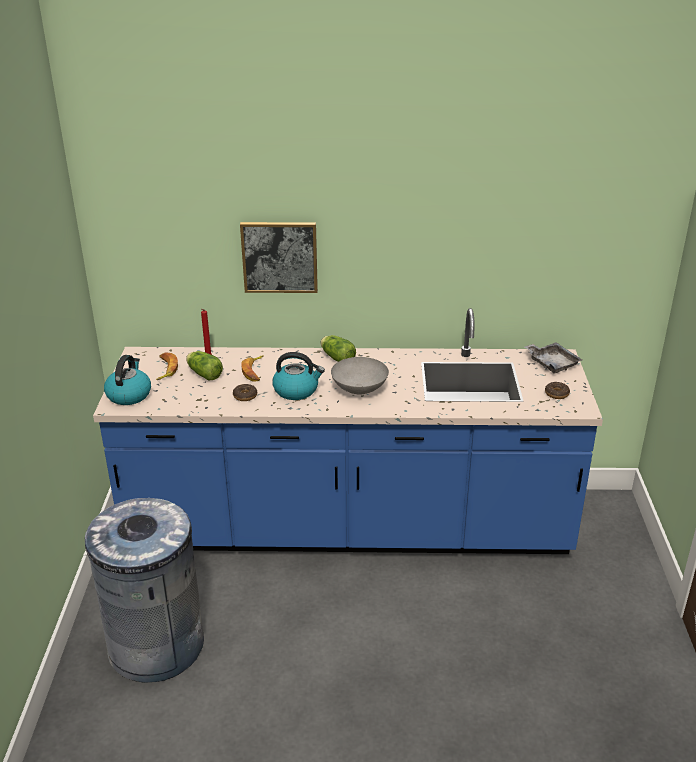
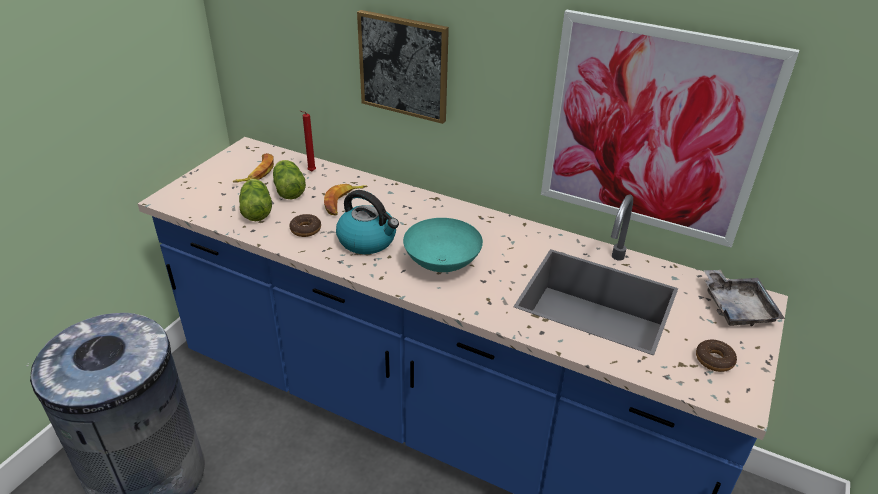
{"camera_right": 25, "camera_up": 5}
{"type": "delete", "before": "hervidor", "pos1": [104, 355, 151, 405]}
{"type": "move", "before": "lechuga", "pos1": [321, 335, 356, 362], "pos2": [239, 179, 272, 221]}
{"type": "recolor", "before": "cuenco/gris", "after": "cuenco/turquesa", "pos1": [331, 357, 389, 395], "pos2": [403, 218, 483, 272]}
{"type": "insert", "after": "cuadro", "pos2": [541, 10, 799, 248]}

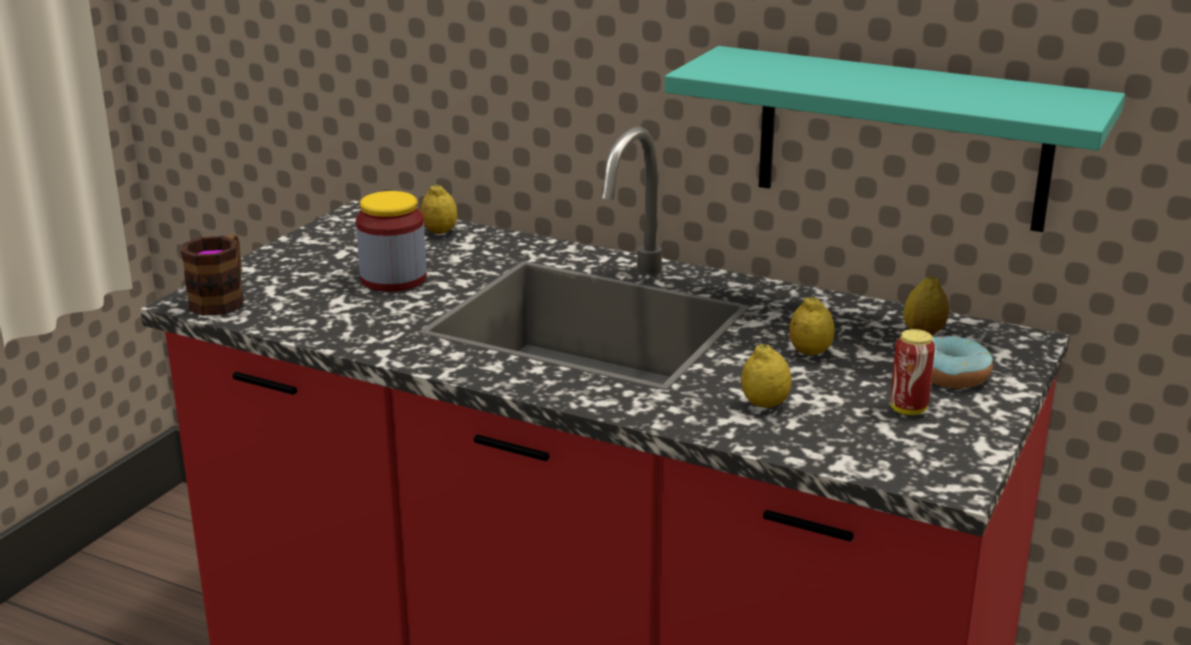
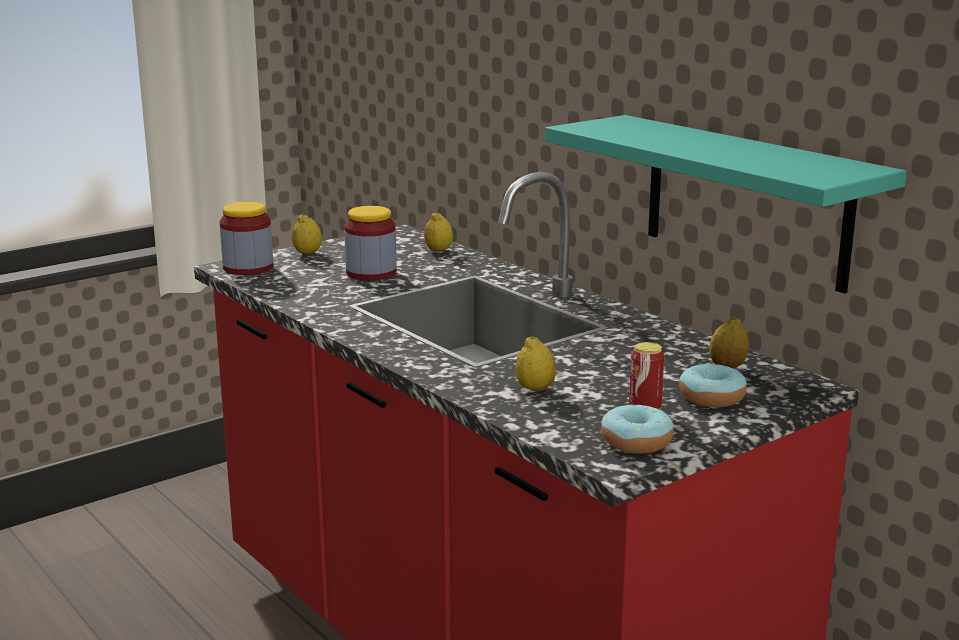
{"camera_right": 25, "camera_up": -5}
{"type": "replace", "before": "taza grande", "after": "tarro", "pos1": [181, 234, 244, 316], "pos2": [220, 202, 273, 275]}
{"type": "move", "before": "limón", "pos1": [789, 297, 835, 356], "pos2": [292, 214, 322, 254]}
{"type": "insert", "after": "rosquilla", "pos2": [601, 404, 674, 453]}

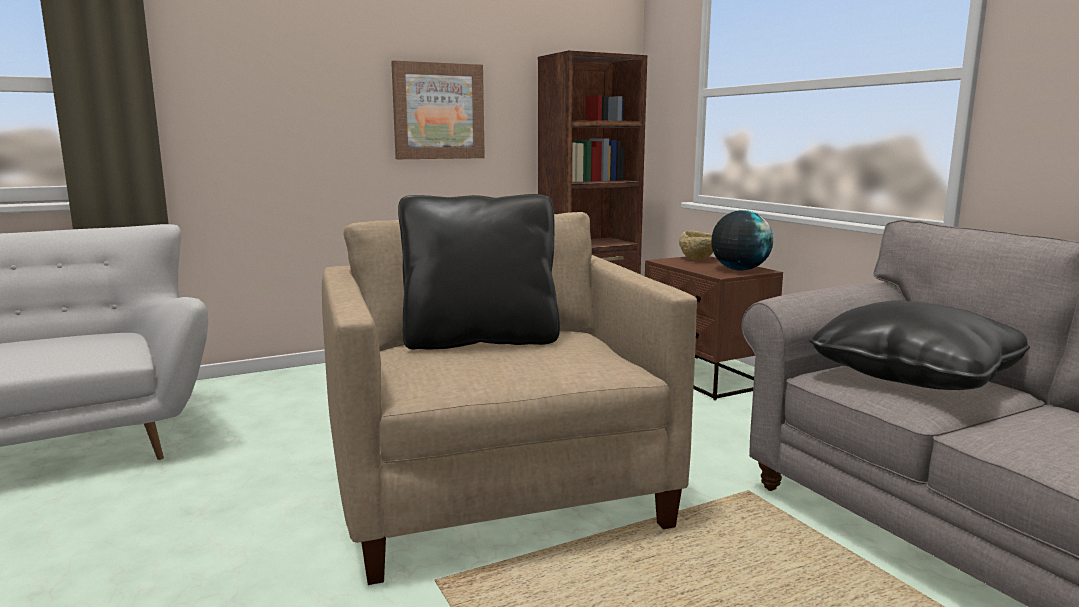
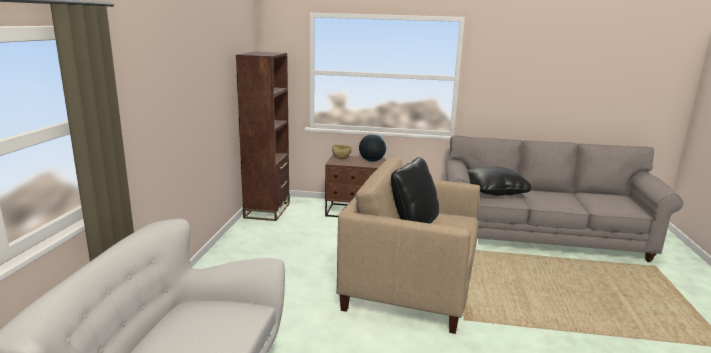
{"camera_right": -55, "camera_up": 5}
{"type": "delete", "before": "cuadro", "pos1": [391, 60, 485, 159]}

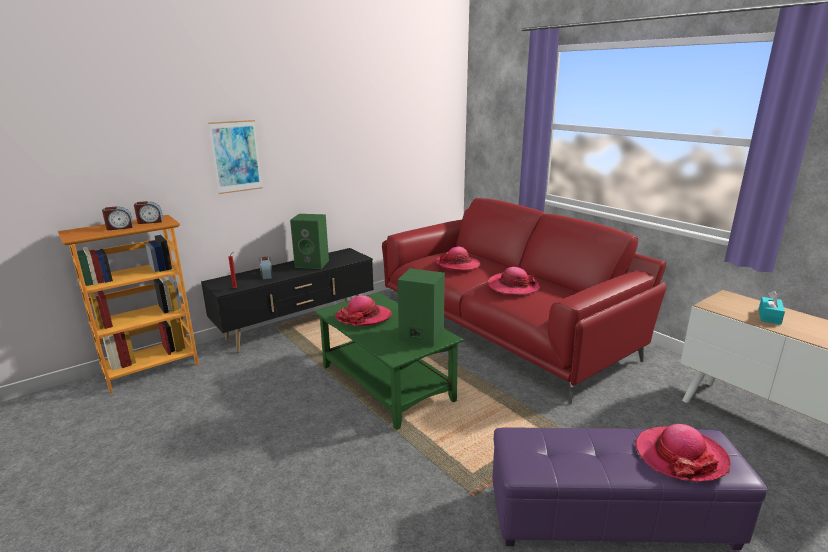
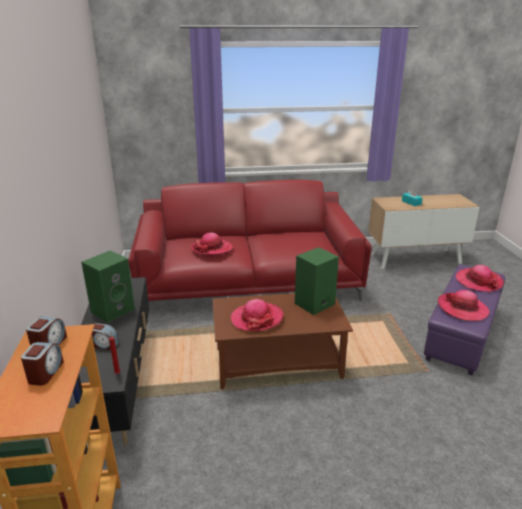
{"camera_right": -60, "camera_up": 5}
{"type": "delete", "before": "cuadro", "pos1": [208, 120, 263, 194]}
{"type": "recolor", "before": "mesa de centro/verde", "after": "mesa de centro/marrón", "pos1": [314, 292, 464, 430], "pos2": [212, 293, 353, 389]}
{"type": "move", "before": "sombrero", "pos1": [487, 267, 540, 295], "pos2": [438, 290, 490, 321]}

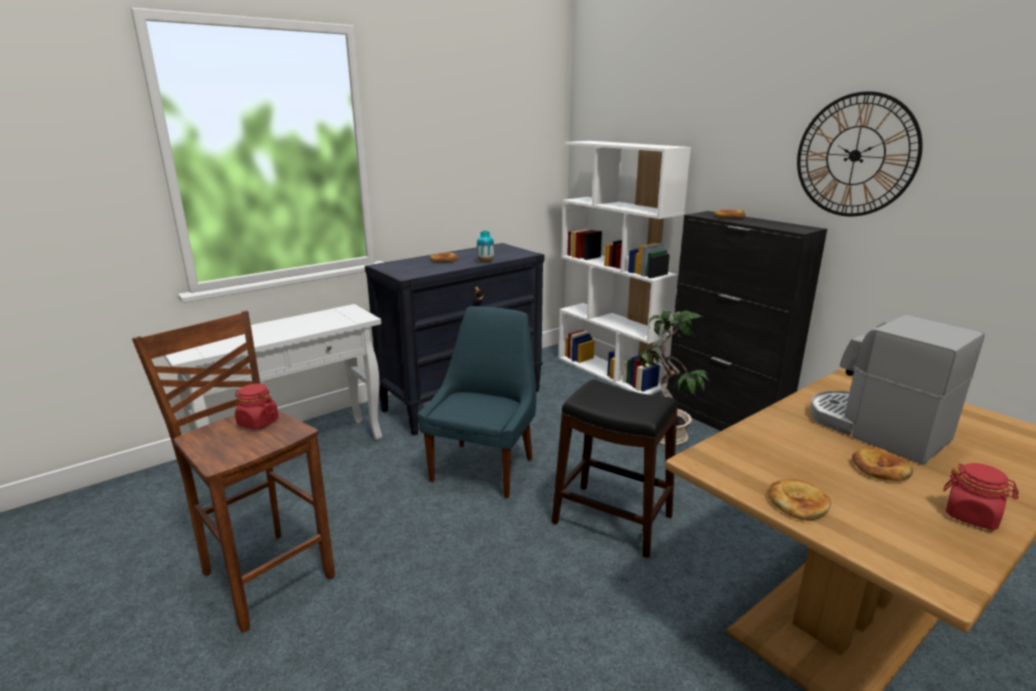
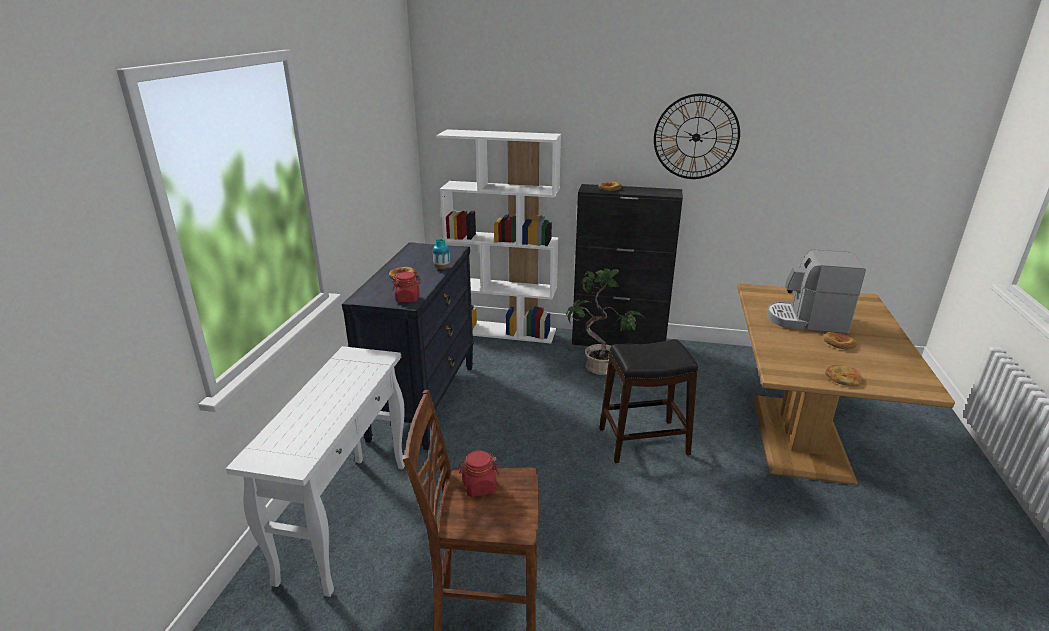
{"camera_right": -40, "camera_up": 5}
{"type": "delete", "before": "silla/azul", "pos1": [417, 306, 536, 498]}
{"type": "move", "before": "tarro/rojo", "pos1": [943, 463, 1019, 530], "pos2": [392, 272, 421, 302]}

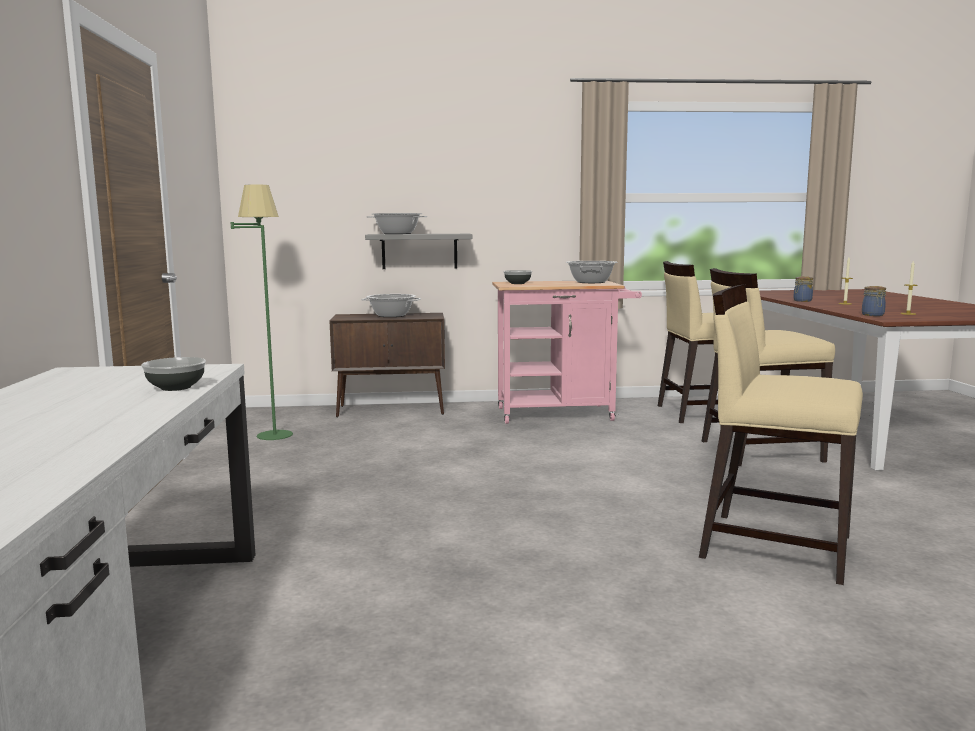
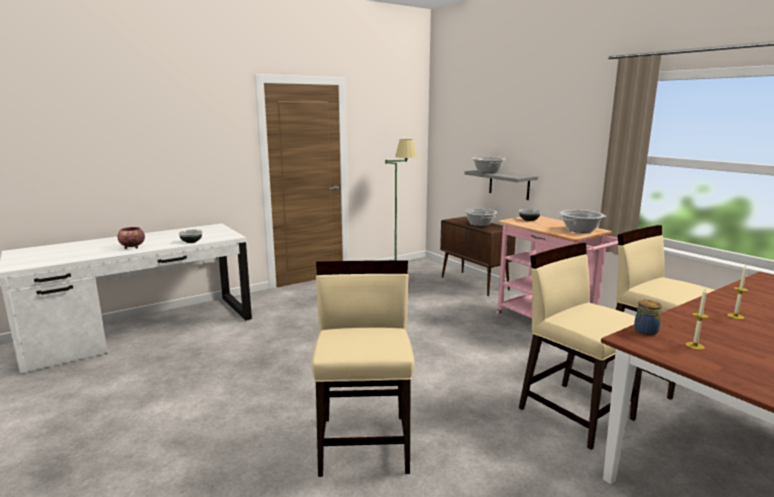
{"camera_right": 60, "camera_up": 5}
{"type": "delete", "before": "tarro", "pos1": [793, 276, 813, 302]}
{"type": "insert", "after": "cuenco", "pos2": [118, 227, 145, 249]}

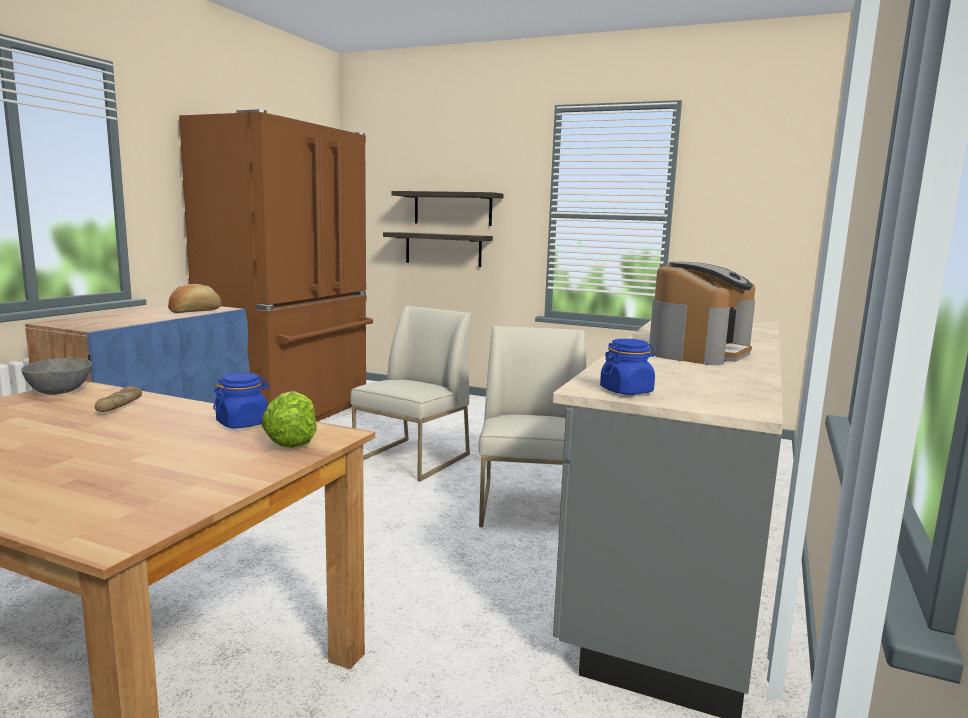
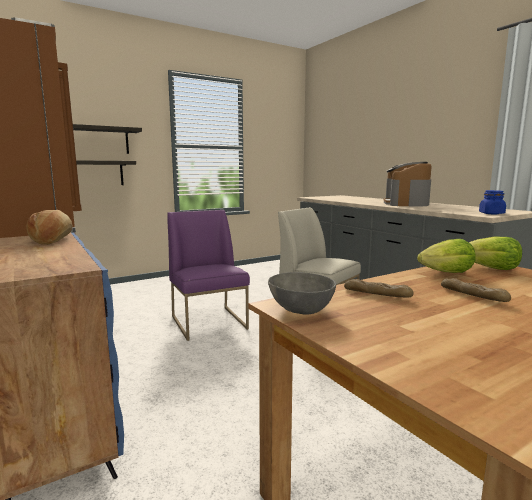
{"camera_right": -55, "camera_up": 0}
{"type": "replace", "before": "tarro/azul", "after": "lechuga", "pos1": [213, 373, 270, 428], "pos2": [417, 239, 476, 273]}
{"type": "recolor", "before": "silla/blanco", "after": "silla/morado", "pos1": [350, 306, 471, 482], "pos2": [167, 210, 250, 341]}
{"type": "rotate", "before": "cafetera", "pos1": [649, 262, 755, 365], "pos2": [383, 162, 432, 207], "turn": -150}
{"type": "insert", "after": "pan", "pos2": [441, 278, 511, 302]}

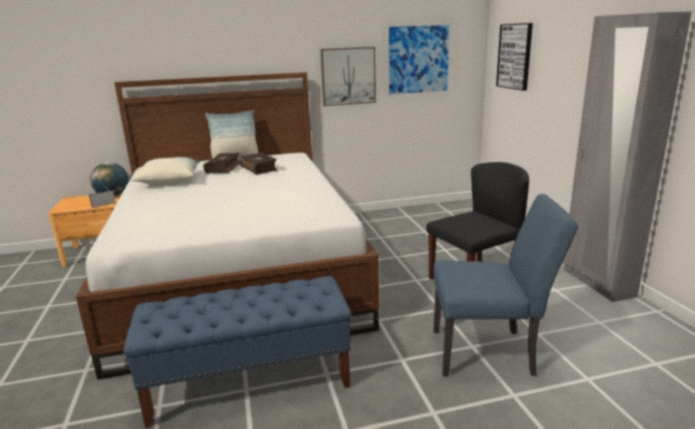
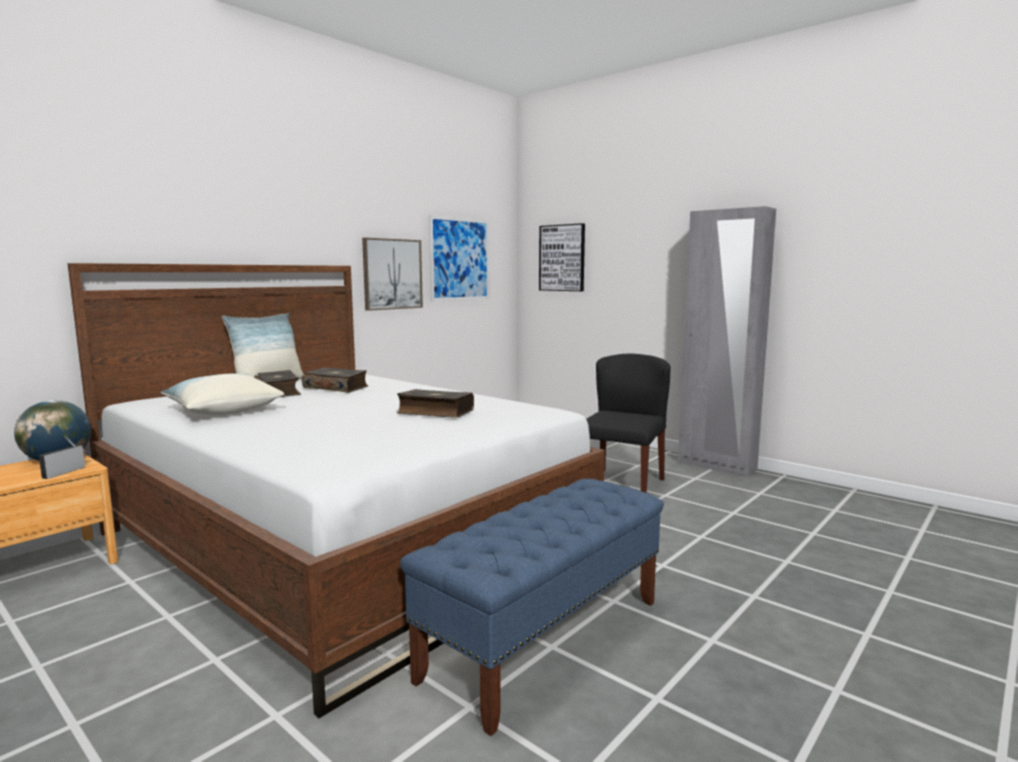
{"camera_right": -35, "camera_up": -10}
{"type": "delete", "before": "silla/azul", "pos1": [433, 194, 578, 377]}
{"type": "insert", "after": "libro", "pos2": [397, 389, 474, 418]}

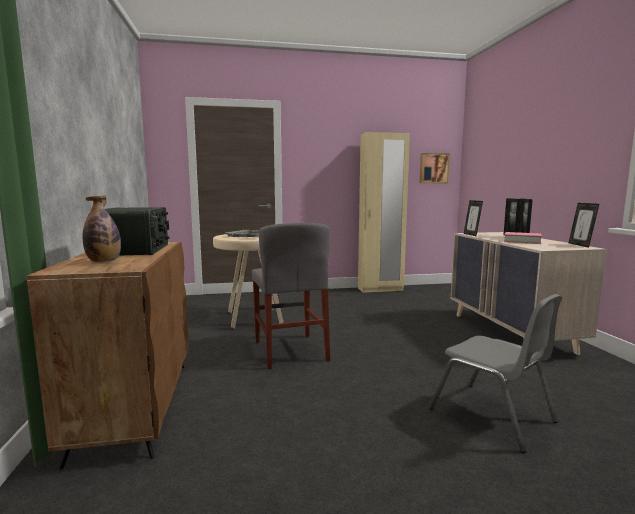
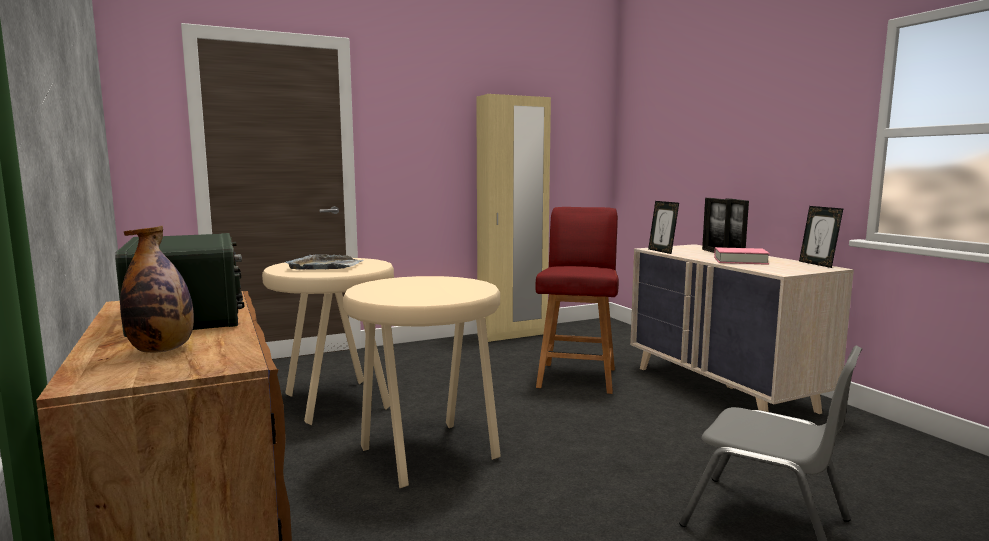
{"camera_right": -15, "camera_up": 0}
{"type": "replace", "before": "silla/gris", "after": "taburete/beis", "pos1": [252, 223, 330, 369], "pos2": [343, 276, 501, 488]}
{"type": "delete", "before": "cuadro", "pos1": [420, 153, 450, 183]}
{"type": "insert", "after": "silla/rojo", "pos2": [535, 207, 619, 394]}

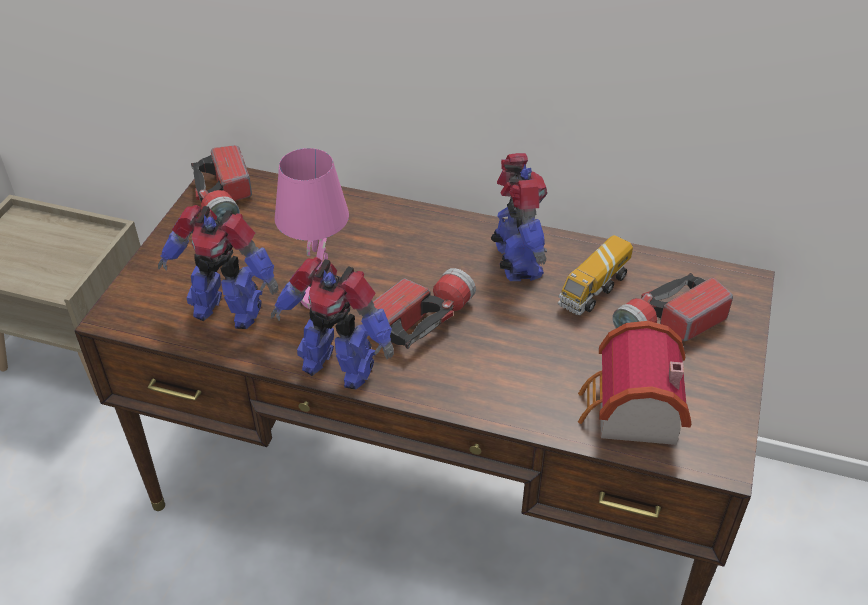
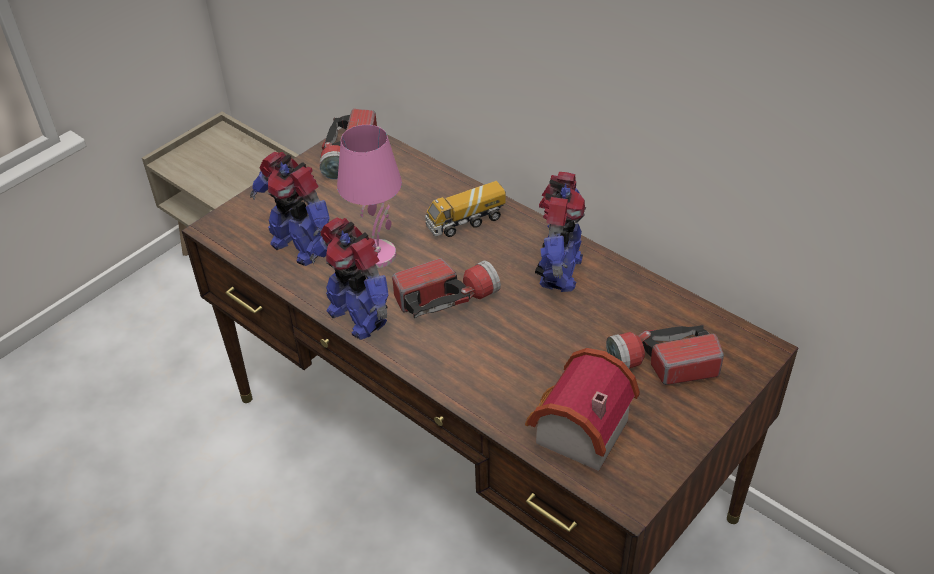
{"camera_right": 25, "camera_up": 0}
{"type": "move", "before": "camión de juguete", "pos1": [558, 235, 633, 316], "pos2": [425, 181, 506, 237]}

